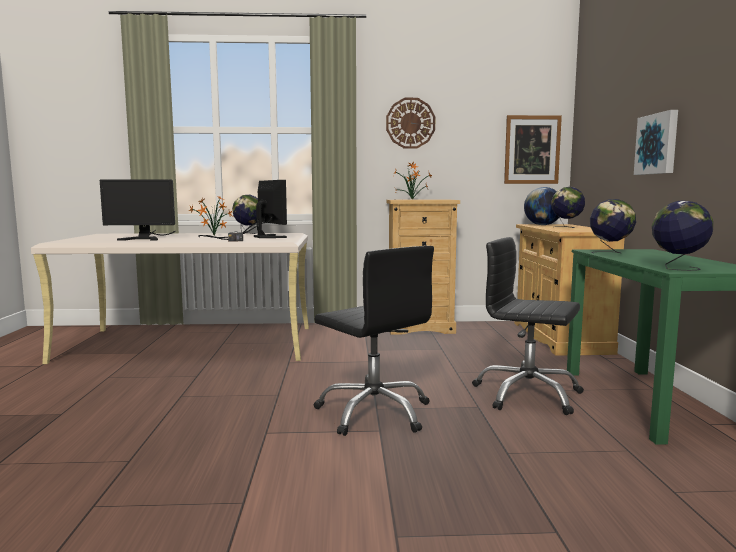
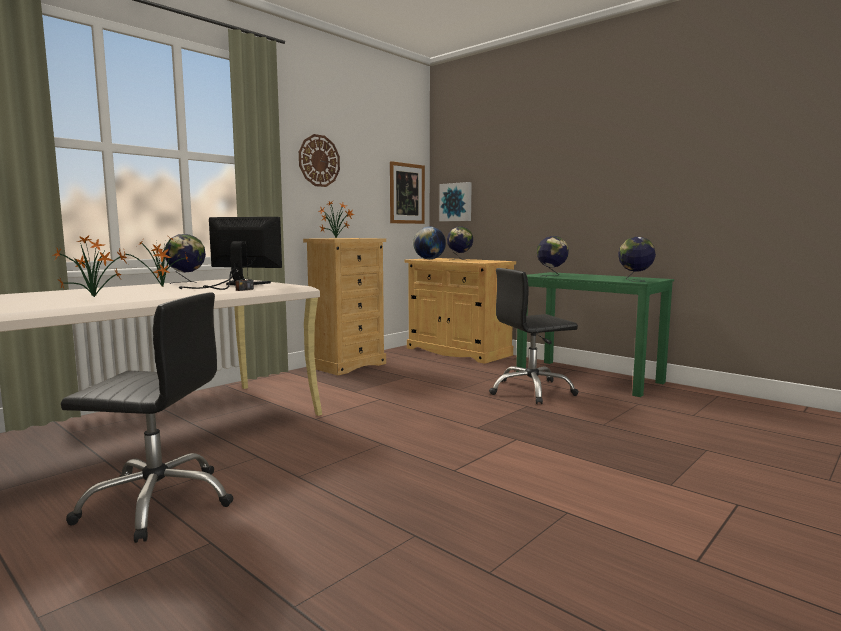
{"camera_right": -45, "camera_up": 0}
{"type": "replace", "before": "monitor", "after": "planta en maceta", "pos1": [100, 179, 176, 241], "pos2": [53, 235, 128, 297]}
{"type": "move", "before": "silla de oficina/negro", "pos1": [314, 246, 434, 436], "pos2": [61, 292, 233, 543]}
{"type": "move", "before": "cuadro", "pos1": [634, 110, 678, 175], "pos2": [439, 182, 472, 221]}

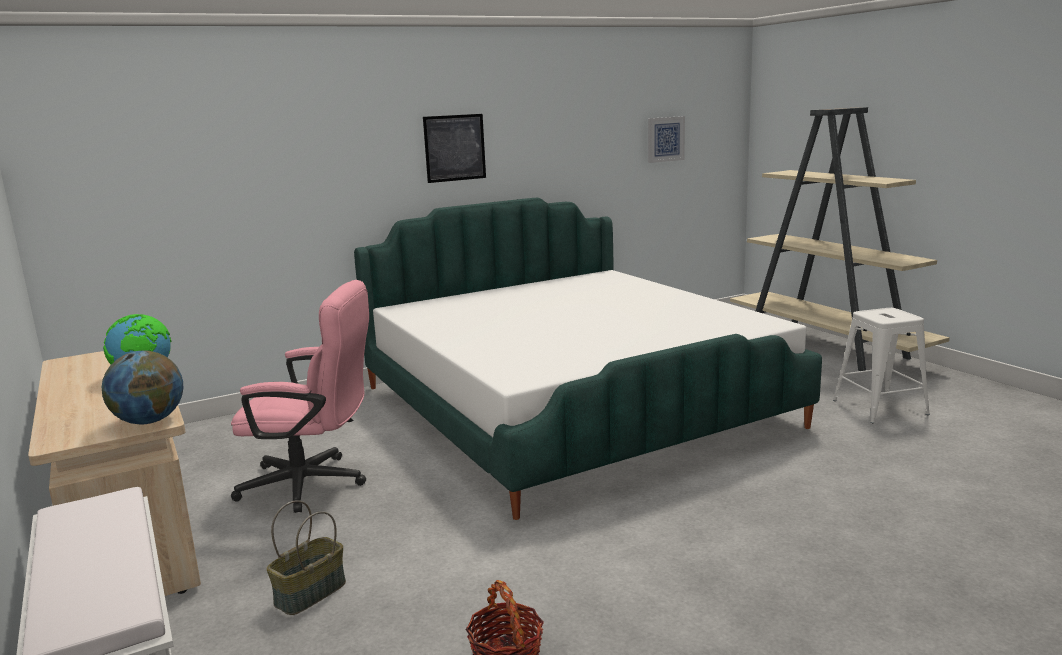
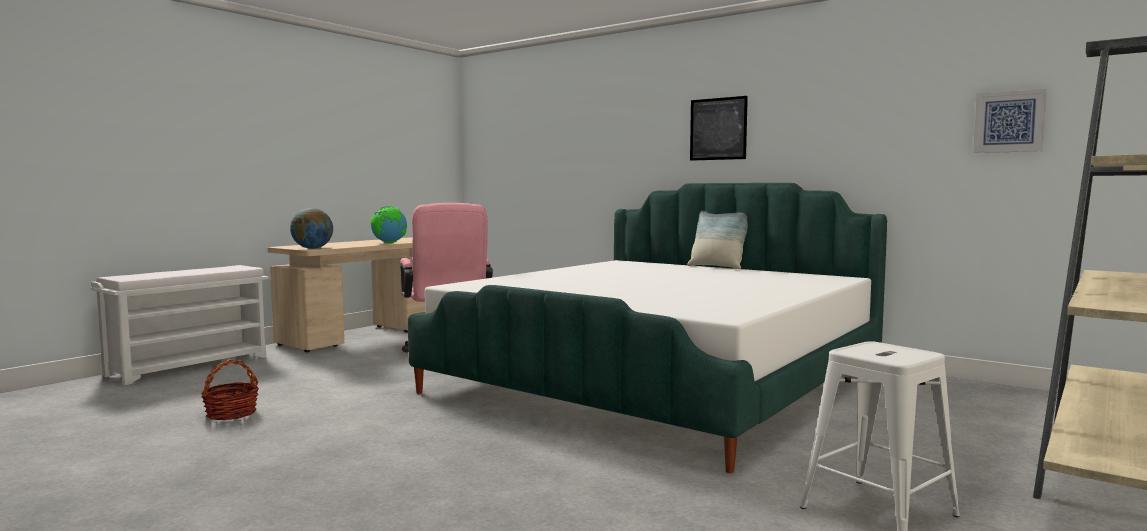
{"camera_right": 65, "camera_up": -10}
{"type": "delete", "before": "cesta", "pos1": [266, 500, 346, 615]}
{"type": "insert", "after": "cojín", "pos2": [687, 210, 748, 269]}

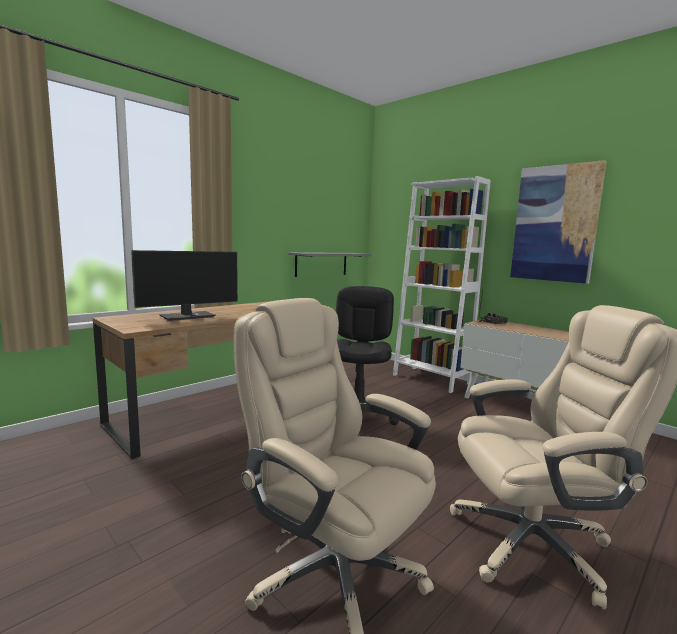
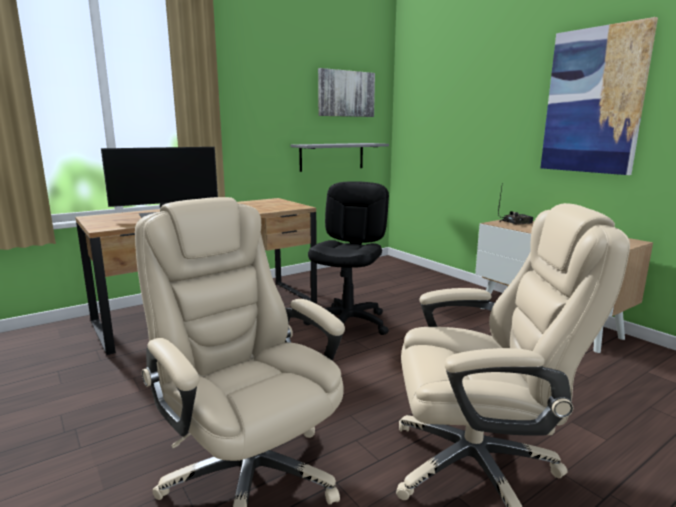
{"camera_right": 10, "camera_up": 5}
{"type": "delete", "before": "estantería/blanco", "pos1": [393, 176, 491, 393]}
{"type": "insert", "after": "cuadro", "pos2": [318, 68, 375, 117]}

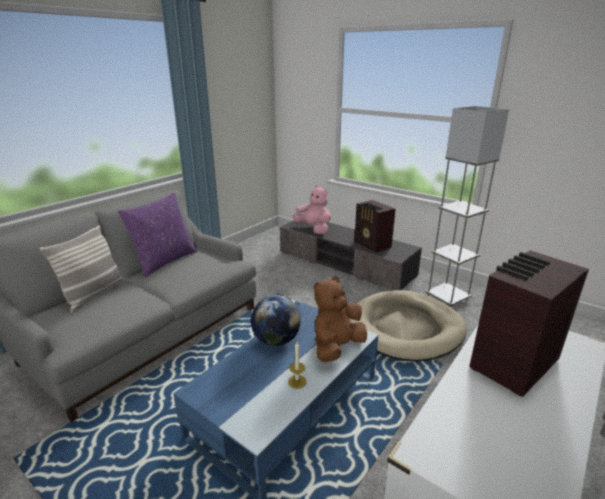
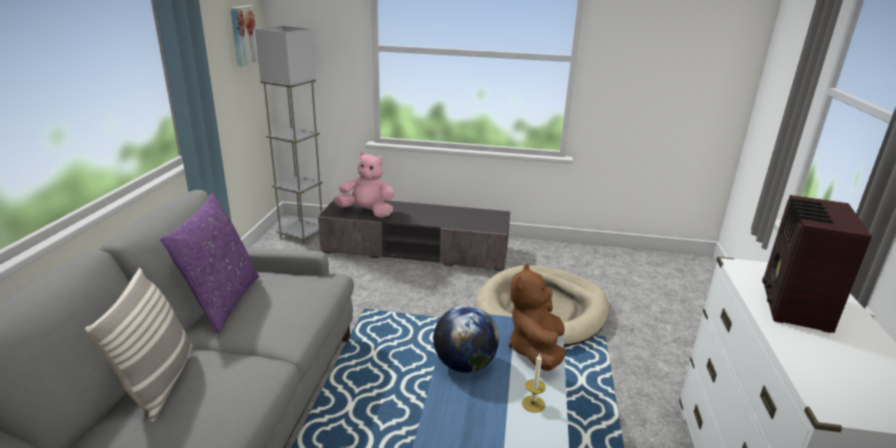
{"camera_right": -30, "camera_up": 0}
{"type": "delete", "before": "radio", "pos1": [354, 200, 395, 253]}
{"type": "move", "before": "lámpara de pie/gris", "pos1": [426, 106, 509, 307], "pos2": [255, 26, 323, 244]}
{"type": "insert", "after": "cuadro", "pos2": [230, 5, 258, 66]}

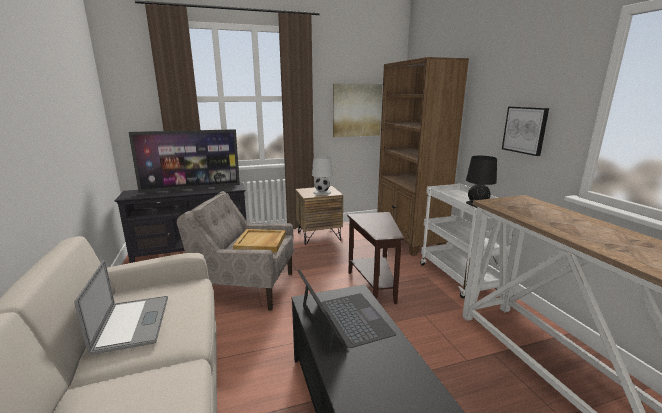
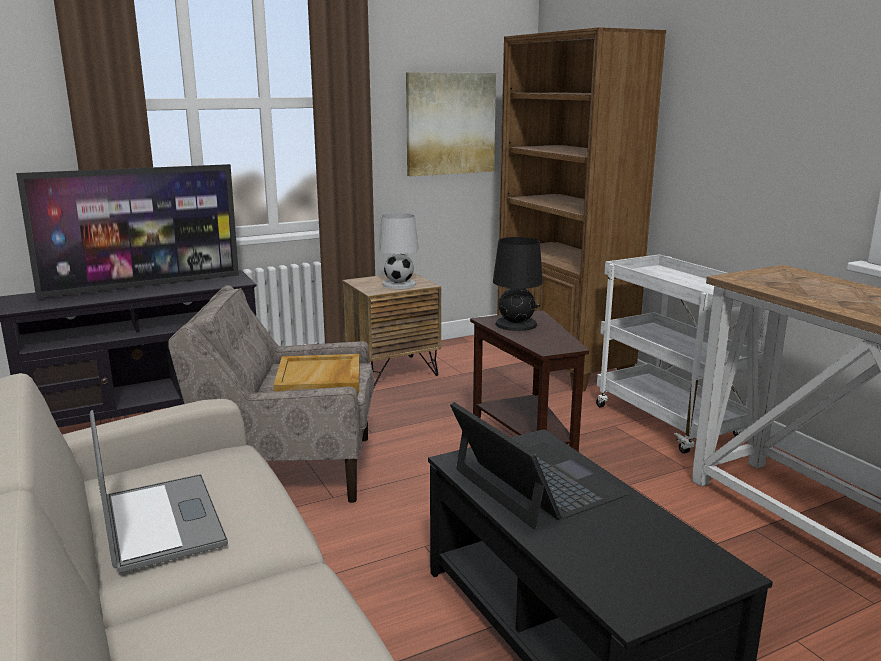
{"camera_right": -10, "camera_up": 0}
{"type": "move", "before": "lámpara de mesa/negro", "pos1": [466, 156, 497, 208], "pos2": [493, 237, 543, 331]}
{"type": "delete", "before": "cuadro", "pos1": [502, 106, 549, 156]}

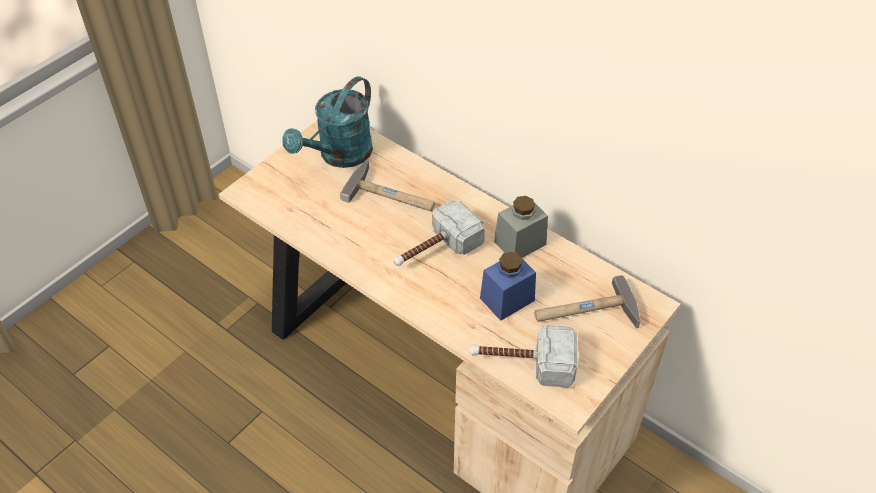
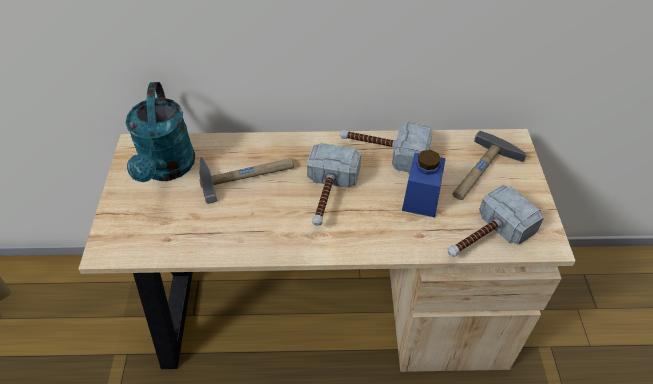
{"camera_right": -40, "camera_up": 0}
{"type": "replace", "before": "tarro/gris", "after": "martillo", "pos1": [494, 196, 548, 258], "pos2": [340, 122, 433, 173]}

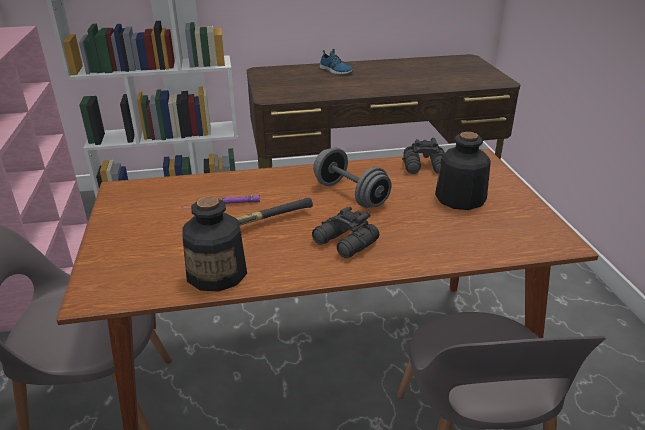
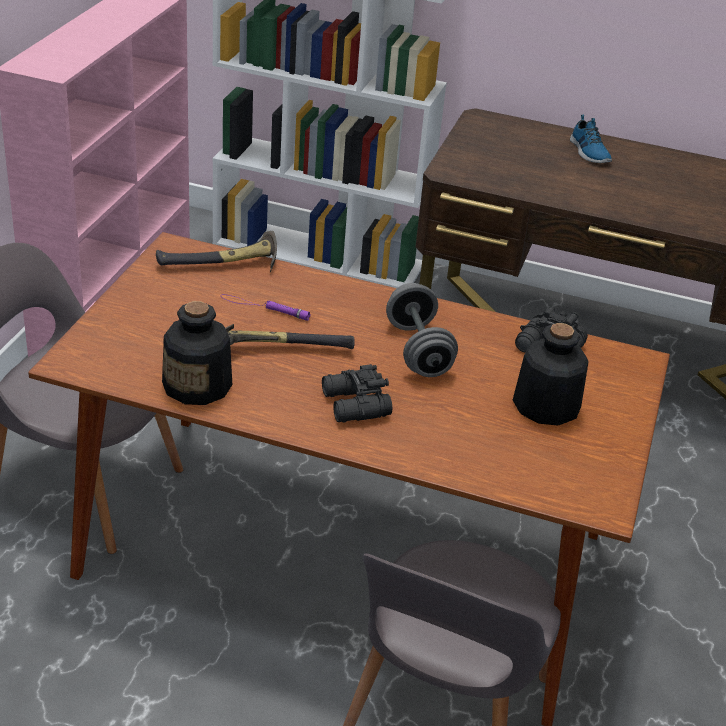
{"camera_right": 25, "camera_up": 5}
{"type": "insert", "after": "martillo", "pos2": [156, 231, 277, 272]}

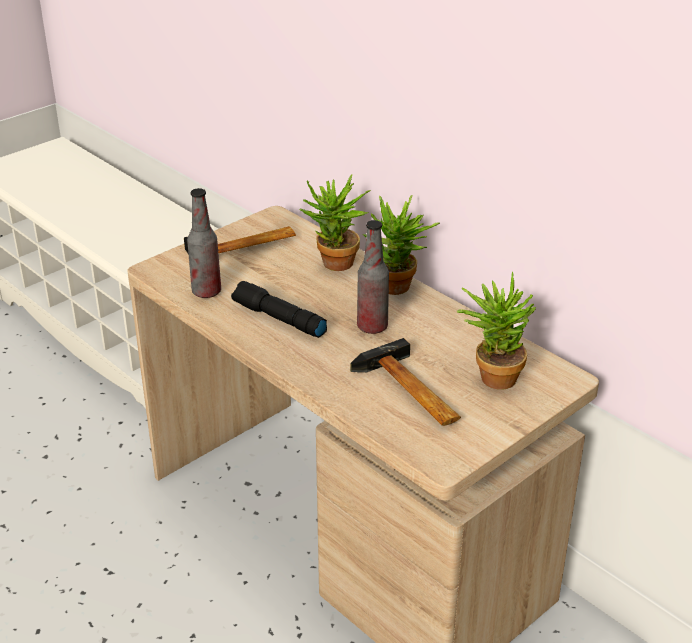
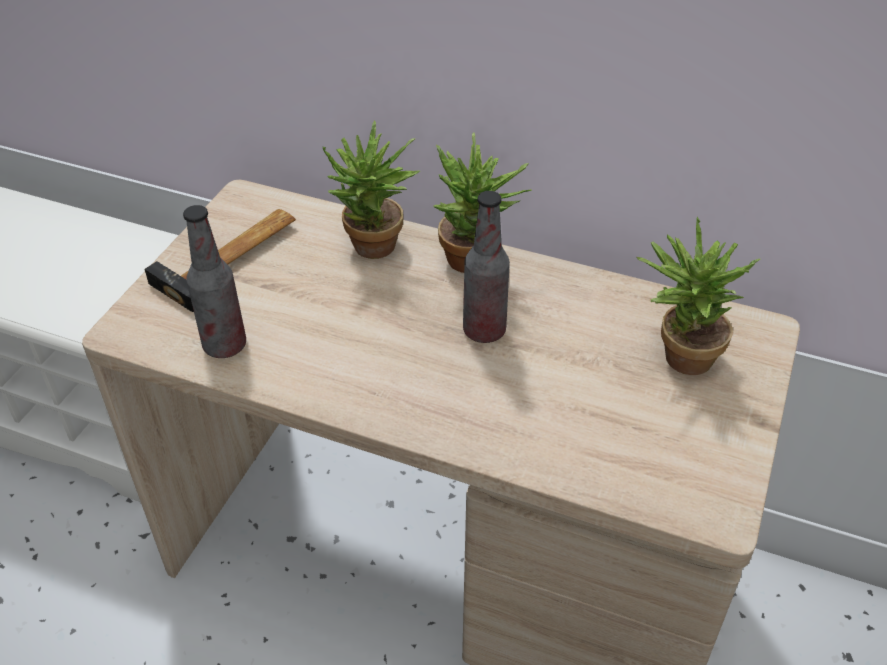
{"camera_right": -25, "camera_up": 10}
{"type": "delete", "before": "linterna/negro", "pos1": [231, 281, 327, 338]}
{"type": "delete", "before": "martillo", "pos1": [350, 338, 461, 426]}

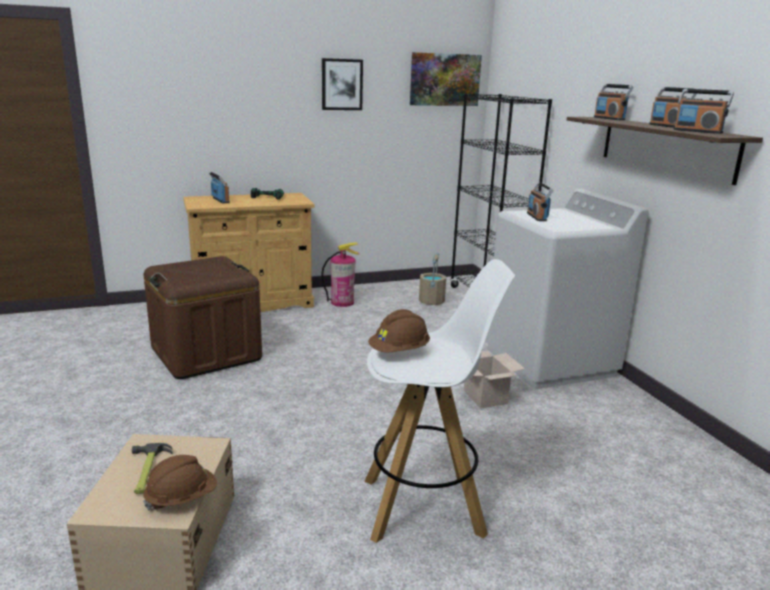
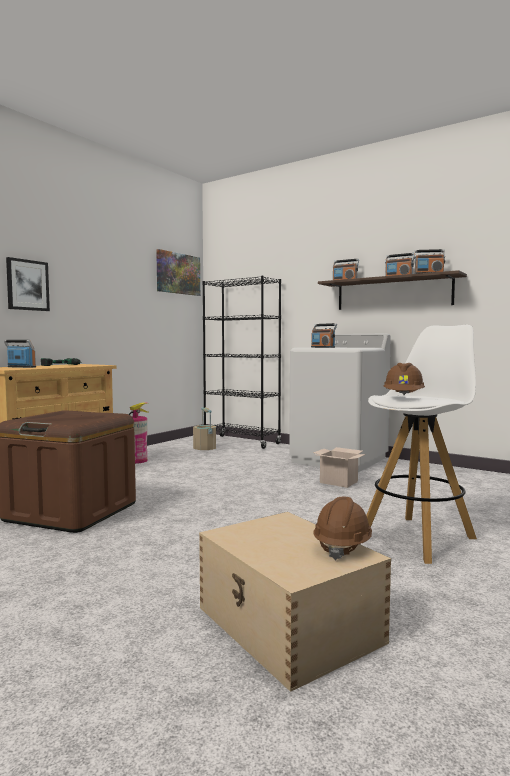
{"camera_right": -35, "camera_up": -15}
{"type": "delete", "before": "martillo", "pos1": [132, 443, 173, 494]}
{"type": "move", "before": "cuadro", "pos1": [322, 58, 363, 110], "pos2": [6, 257, 50, 311]}

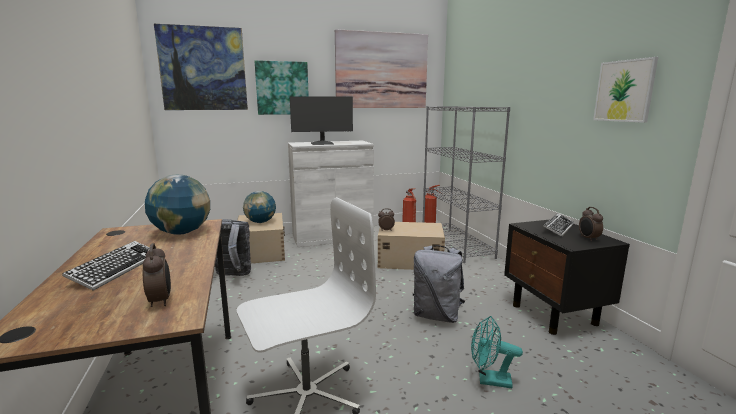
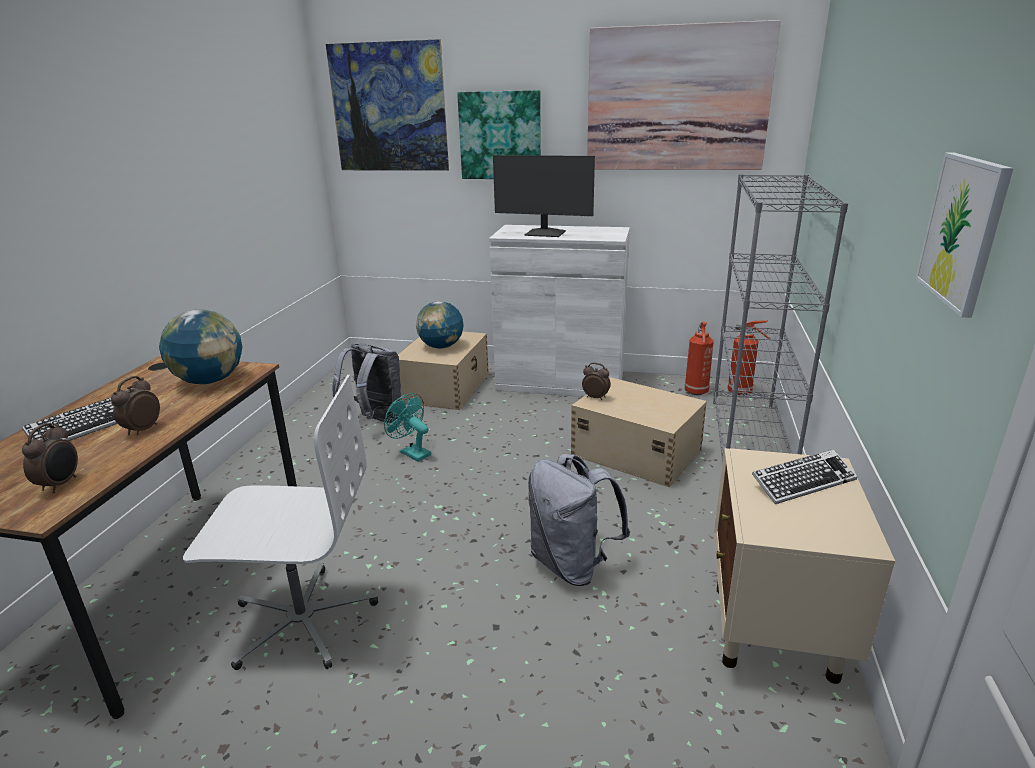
{"camera_right": 30, "camera_up": 10}
{"type": "move", "before": "ventilador/turquesa", "pos1": [471, 316, 523, 388], "pos2": [384, 393, 431, 462]}
{"type": "recolor", "before": "mesita de noche/negro", "after": "mesita de noche/beis", "pos1": [504, 220, 630, 335], "pos2": [714, 448, 895, 684]}
{"type": "move", "before": "despertador", "pos1": [579, 207, 603, 241], "pos2": [111, 376, 160, 435]}

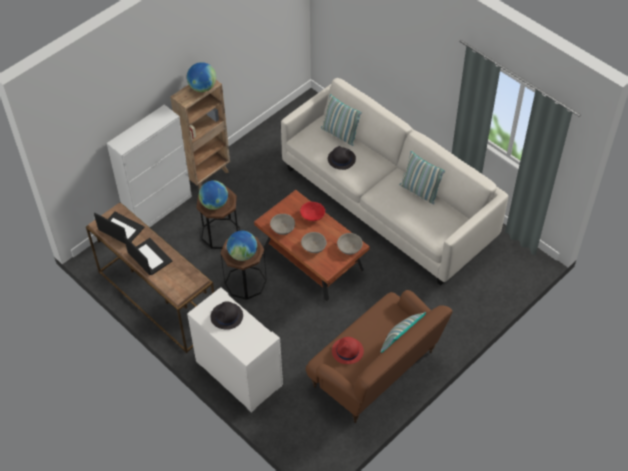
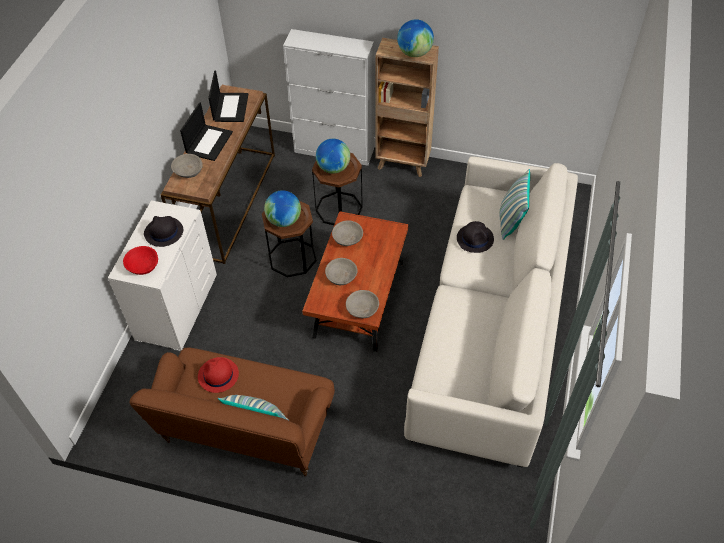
{"camera_right": 60, "camera_up": 0}
{"type": "move", "before": "cuenco/rojo", "pos1": [300, 202, 325, 221], "pos2": [123, 246, 158, 275]}
{"type": "delete", "before": "cojín", "pos1": [399, 151, 445, 204]}
{"type": "insert", "after": "cuenco/gris", "pos2": [171, 154, 203, 178]}

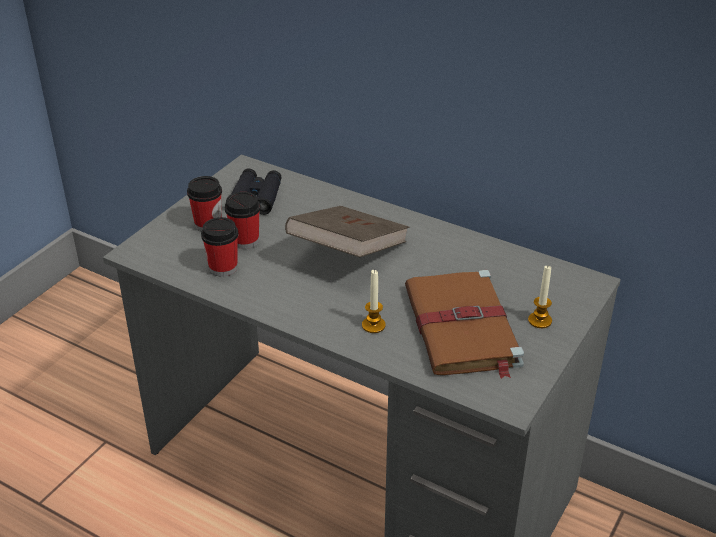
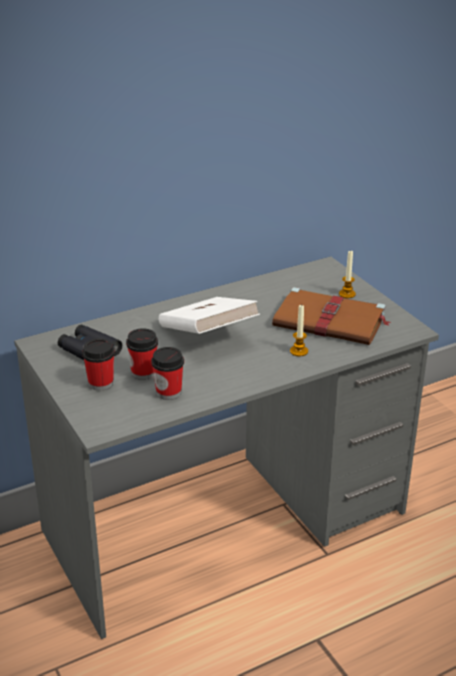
{"camera_right": -60, "camera_up": -5}
{"type": "recolor", "before": "libro/marrón", "after": "libro/blanco", "pos1": [285, 206, 409, 257], "pos2": [159, 297, 260, 334]}

